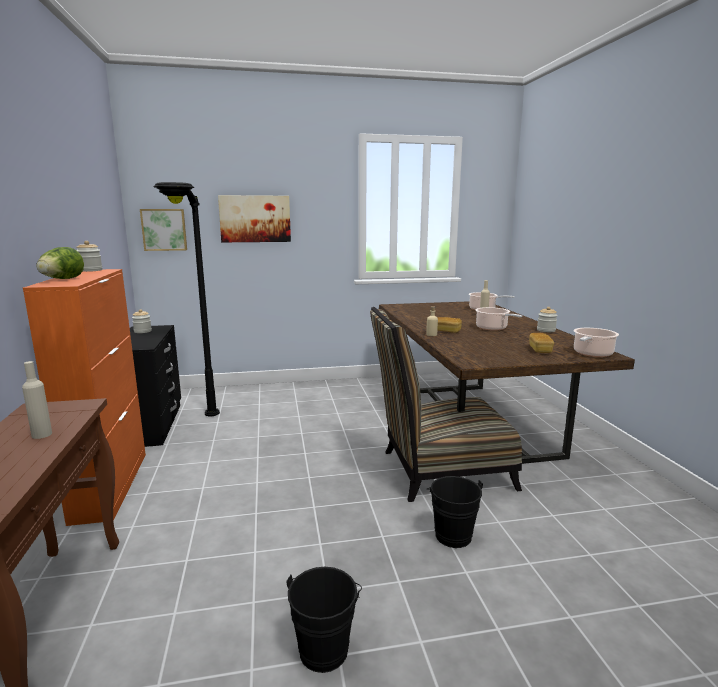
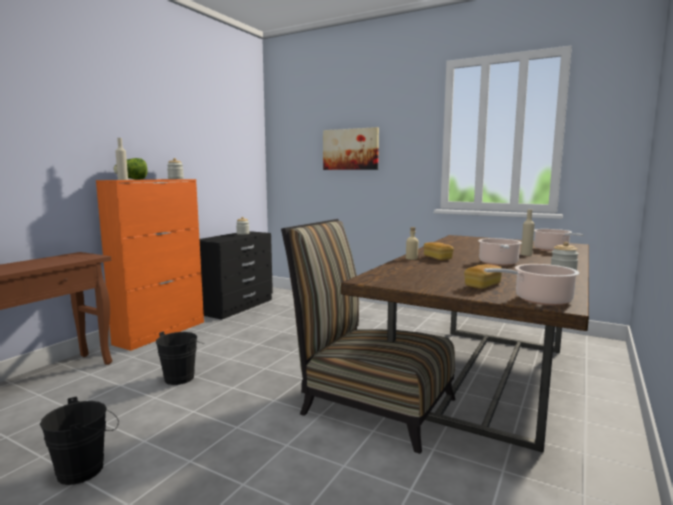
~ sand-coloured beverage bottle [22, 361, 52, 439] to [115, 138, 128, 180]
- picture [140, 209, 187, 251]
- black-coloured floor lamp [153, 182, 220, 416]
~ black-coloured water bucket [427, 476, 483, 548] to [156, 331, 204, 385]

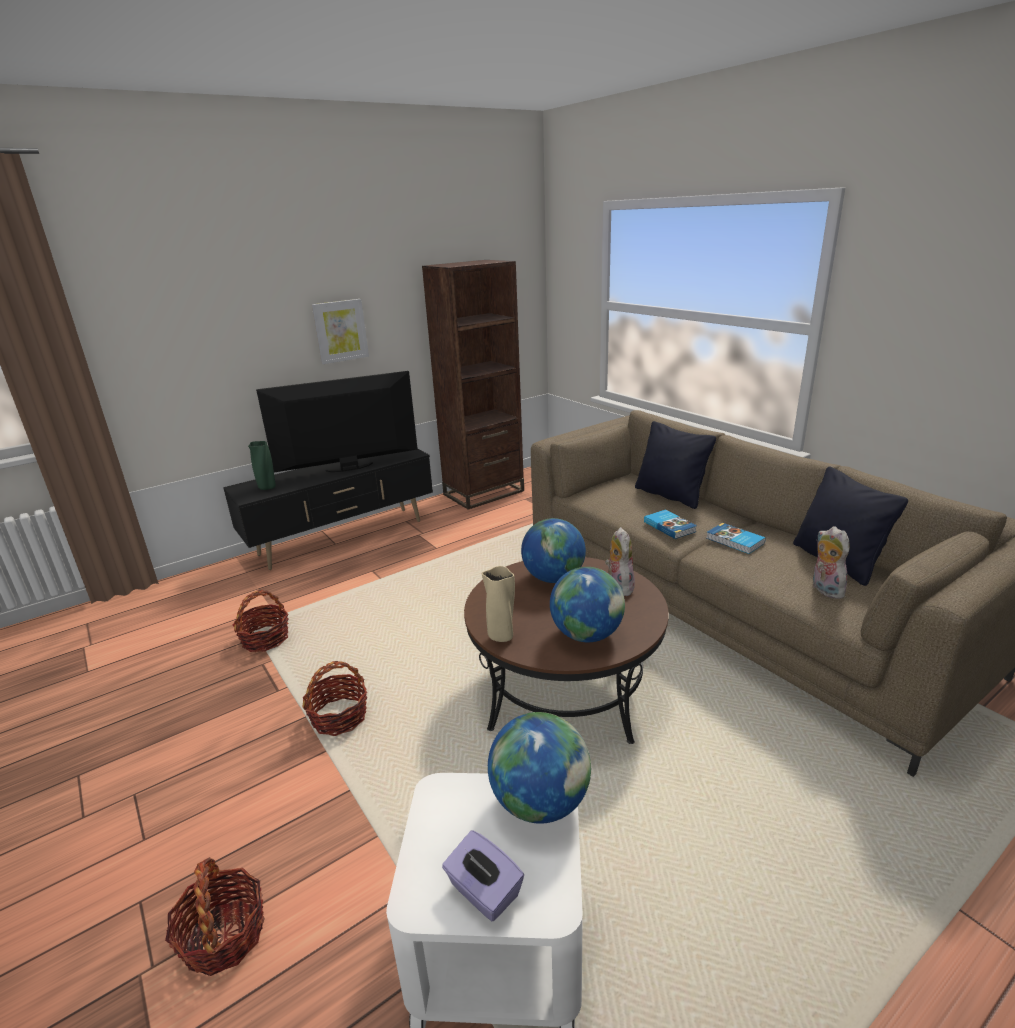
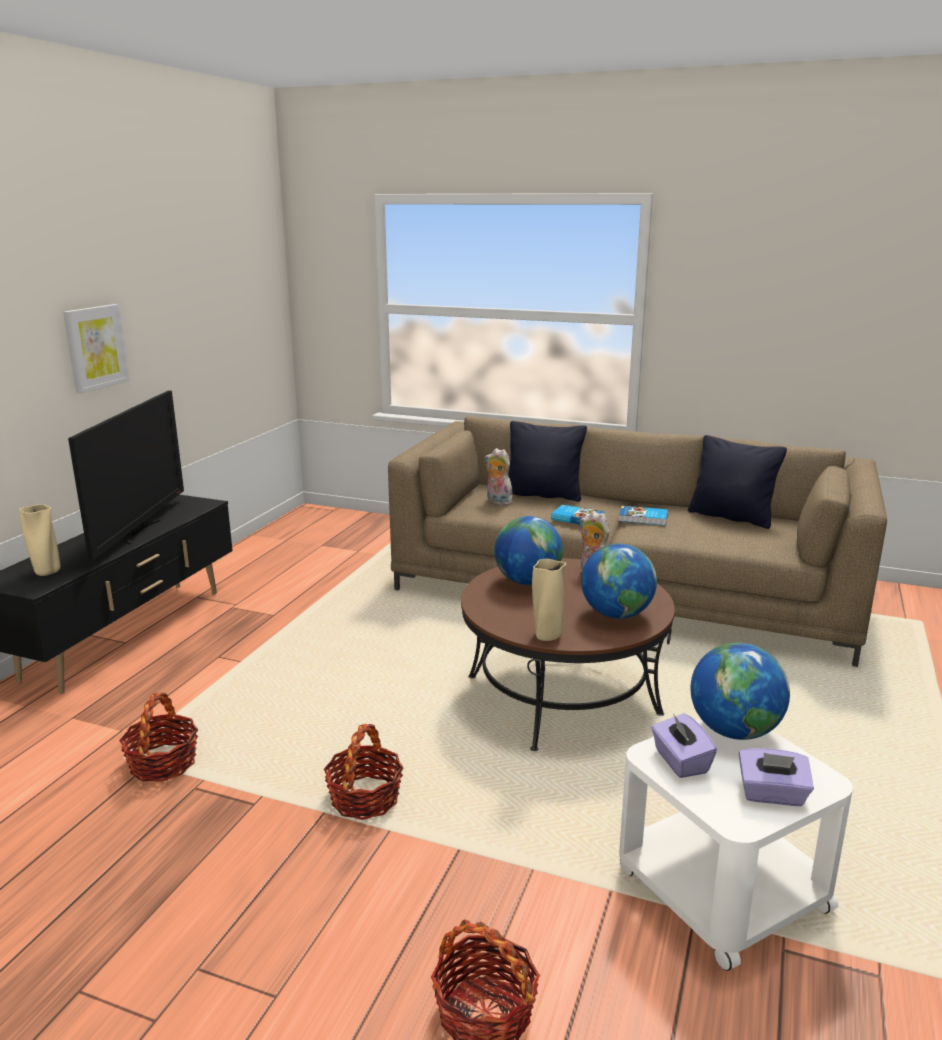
~ greenish vase [248, 441, 276, 490] to sand-coloured vase [19, 504, 61, 576]
~ TV set [256, 371, 418, 472] = [68, 391, 184, 560] 150 degrees clockwise
- brownish bookcase [422, 260, 524, 510]
~ plush toy [813, 526, 850, 599] to [484, 448, 513, 505]
+ purple box of tissues [651, 713, 717, 778]

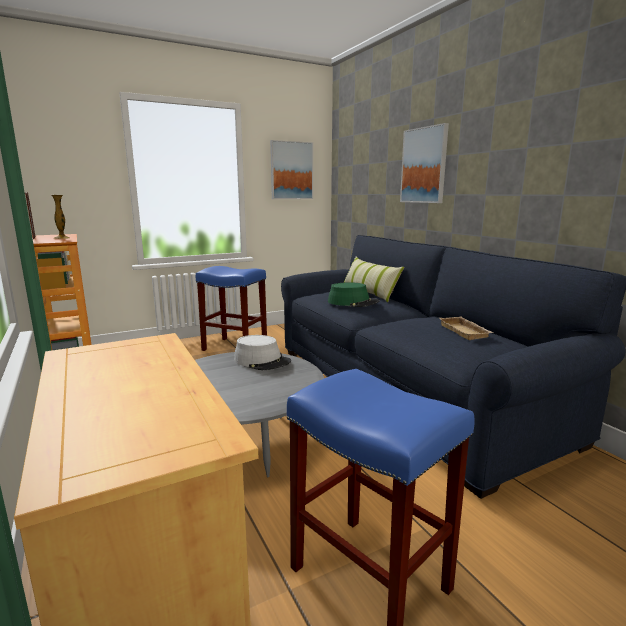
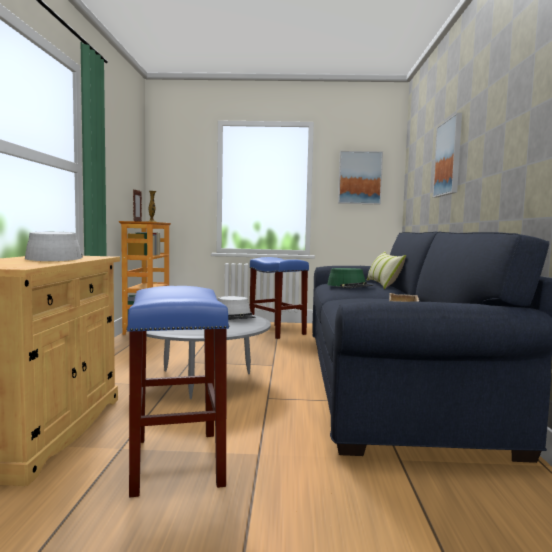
+ gray wearable hat [25, 232, 82, 261]

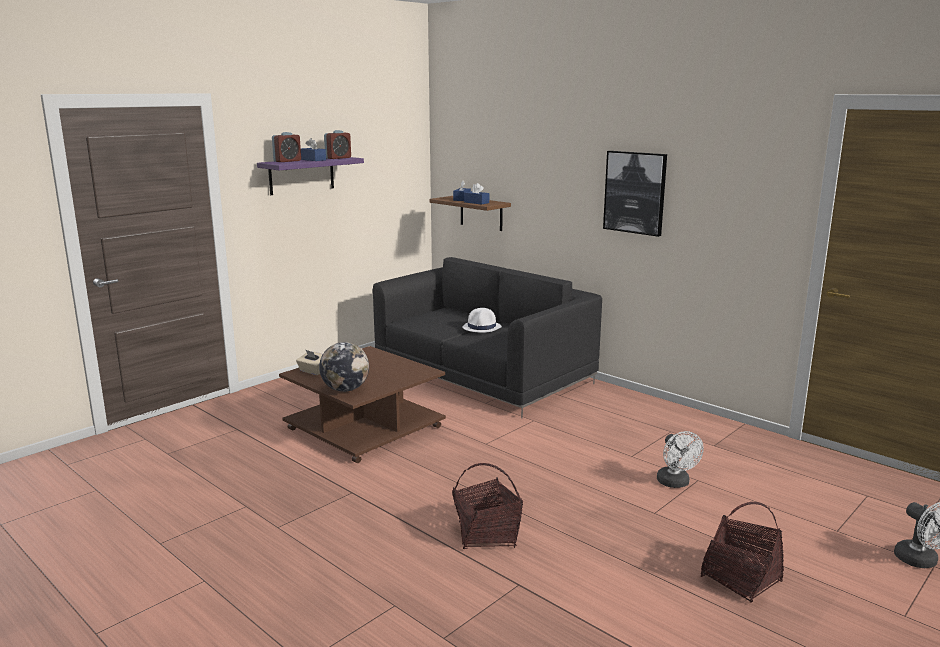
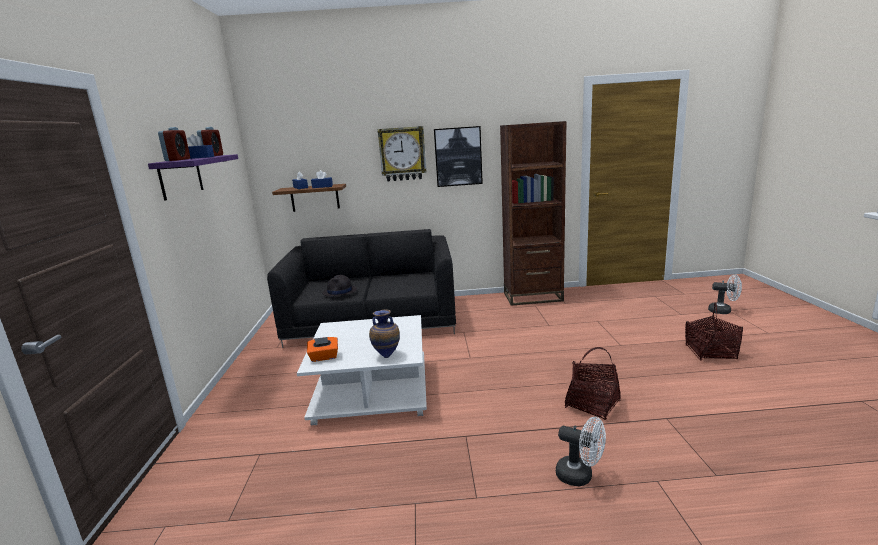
~ brownish lounge table [279, 346, 446, 463] to white-coloured lounge table [297, 315, 427, 426]
~ sand-coloured box of tissues [296, 350, 323, 375] to orange-coloured box of tissues [307, 337, 338, 362]
~ world globe [319, 342, 369, 392] to vase [369, 310, 400, 358]
- white-coloured wearable hat [462, 308, 502, 333]
~ white-coloured electric fan [657, 431, 704, 488] to [556, 417, 606, 486]
+ black-coloured wearable hat [322, 275, 357, 297]
+ wall clock [378, 126, 426, 181]
+ brownish bookcase [500, 121, 566, 306]

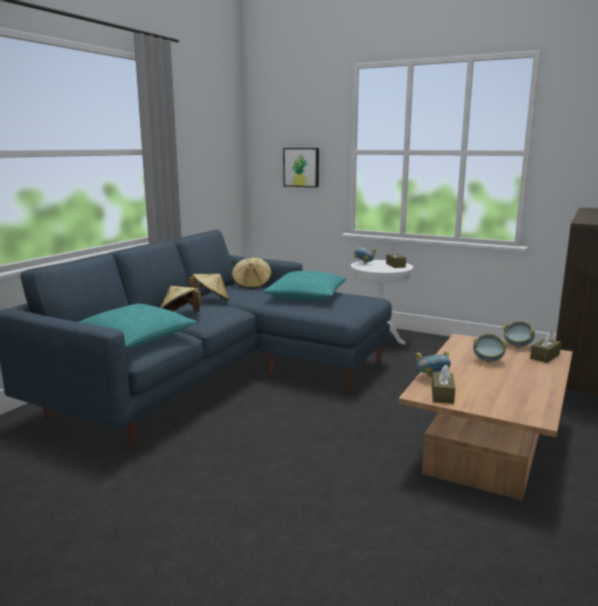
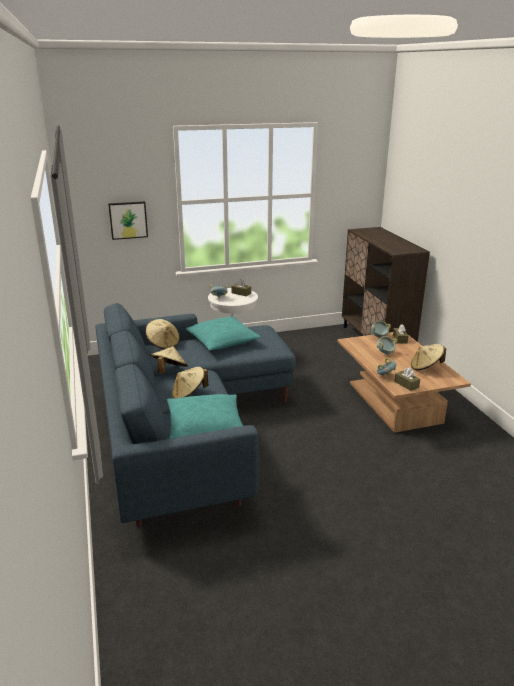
+ sand-coloured wearable hat [411, 344, 446, 370]

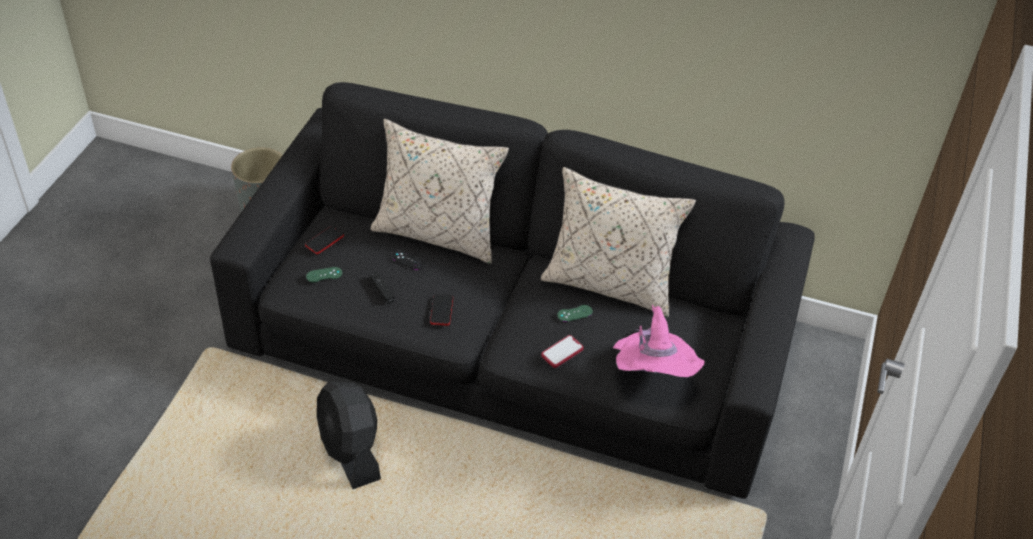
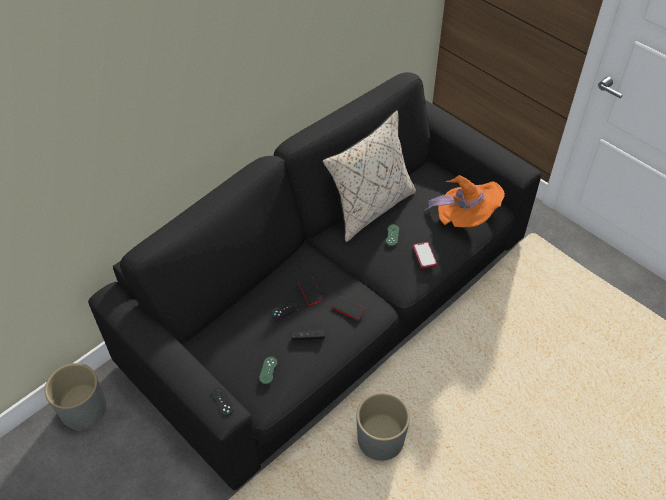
~ phone [305, 226, 344, 254] to [299, 277, 323, 305]
~ black-coloured electric fan [317, 382, 381, 489] to gray plant pot [357, 392, 410, 461]
- sand-coloured throw pillow [371, 119, 509, 264]
~ pinkish wearable hat [613, 305, 705, 377] to orange-coloured wearable hat [424, 175, 505, 227]
+ black-coloured game controller [211, 387, 234, 416]

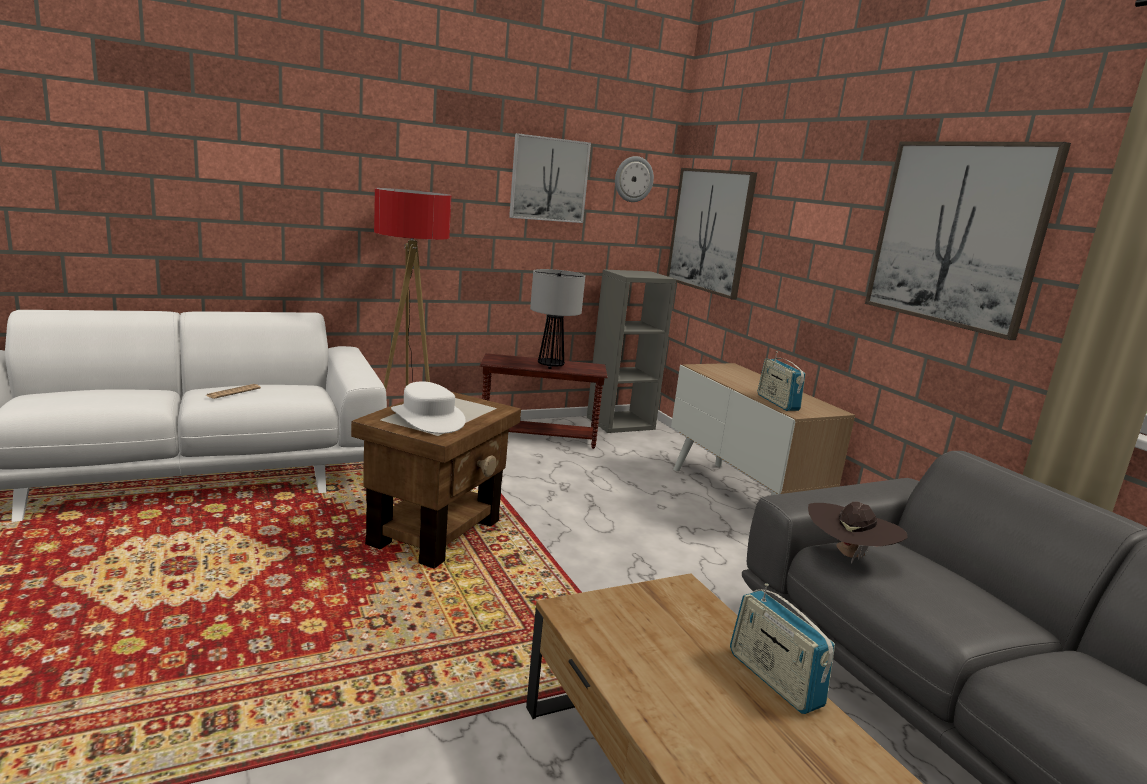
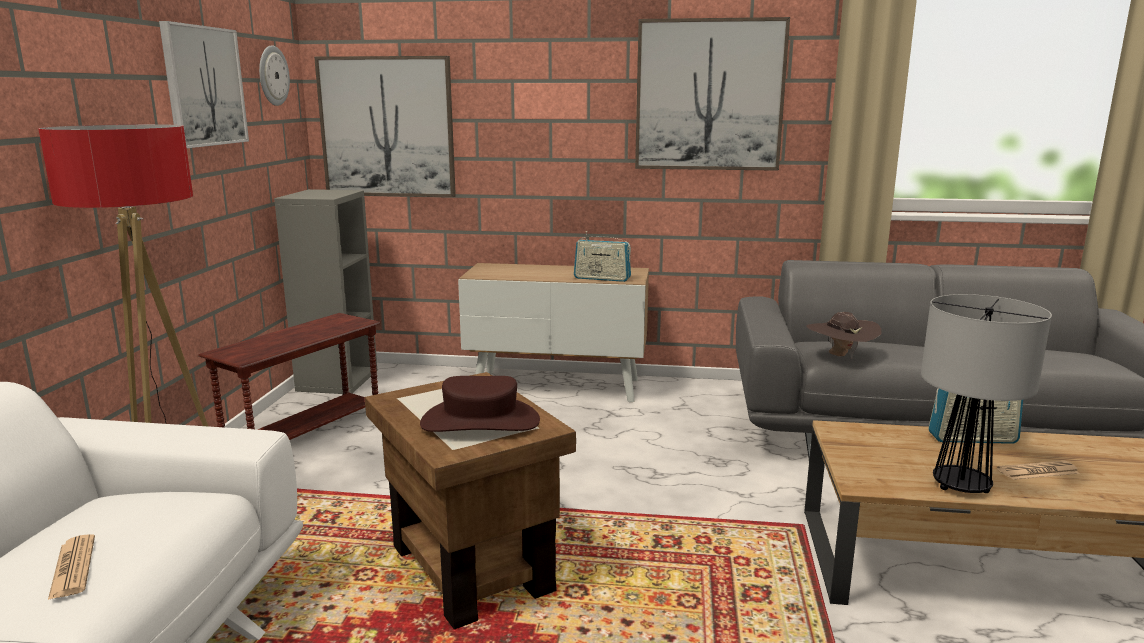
~ white-coloured wearable hat [391, 381, 466, 434] to brownish wearable hat [420, 376, 540, 432]
~ table lamp [530, 269, 585, 369] to [921, 294, 1052, 493]
+ newspaper [997, 460, 1080, 480]

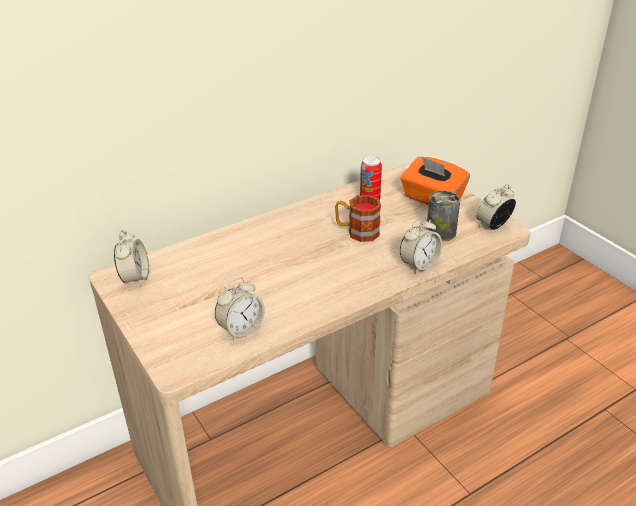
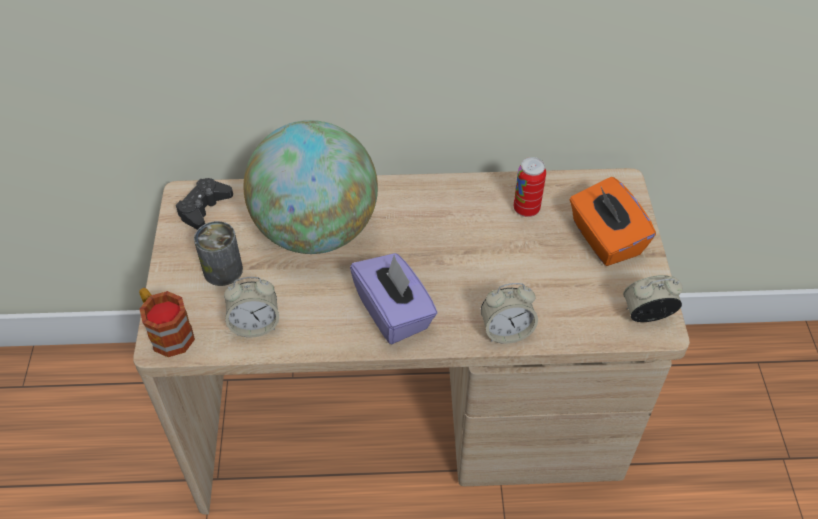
~ alarm clock [114, 230, 149, 286] to black-coloured game controller [176, 178, 233, 230]
~ coffee mug [335, 195, 381, 242] to [139, 288, 195, 357]
~ metal can [426, 191, 460, 241] to [194, 221, 243, 286]
+ world globe [244, 120, 378, 254]
+ purple box of tissues [350, 253, 438, 344]

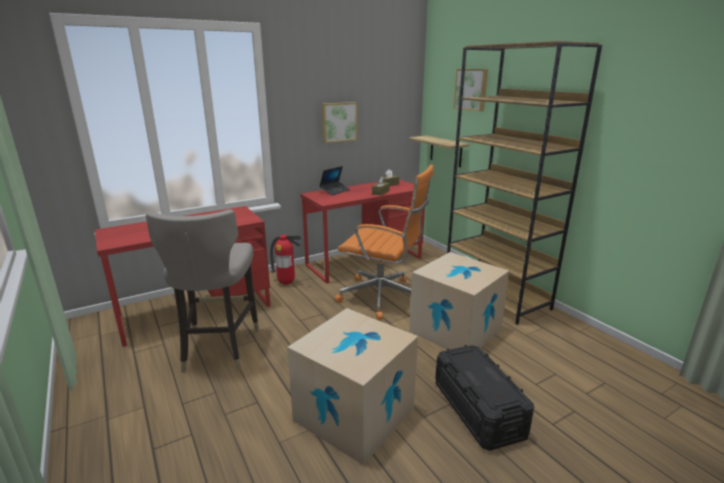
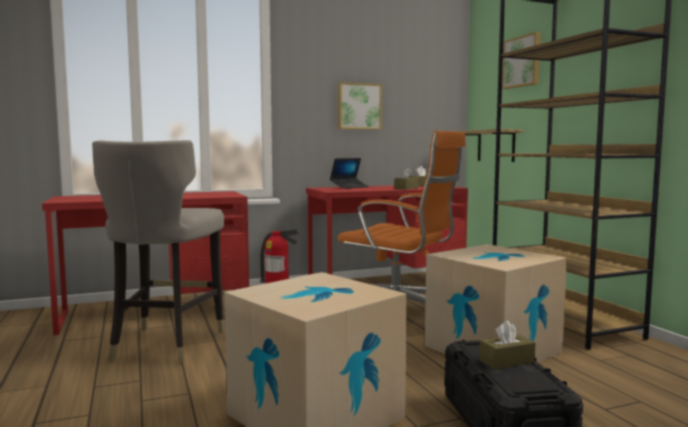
+ brownish box of tissues [479, 321, 535, 369]

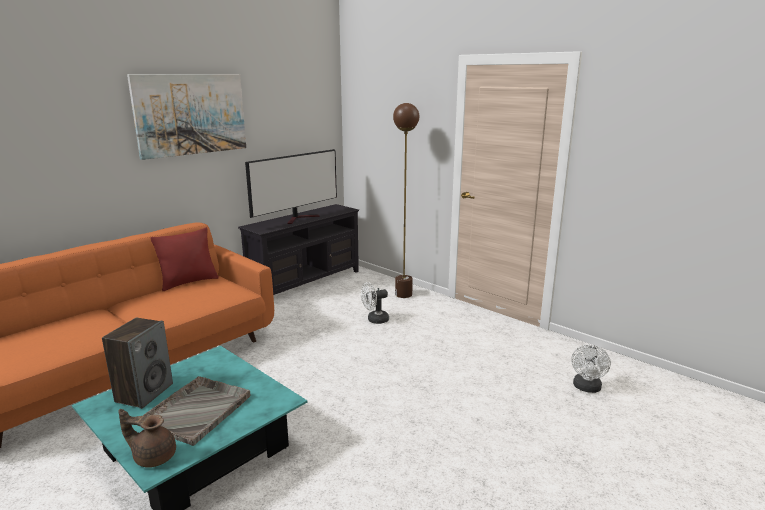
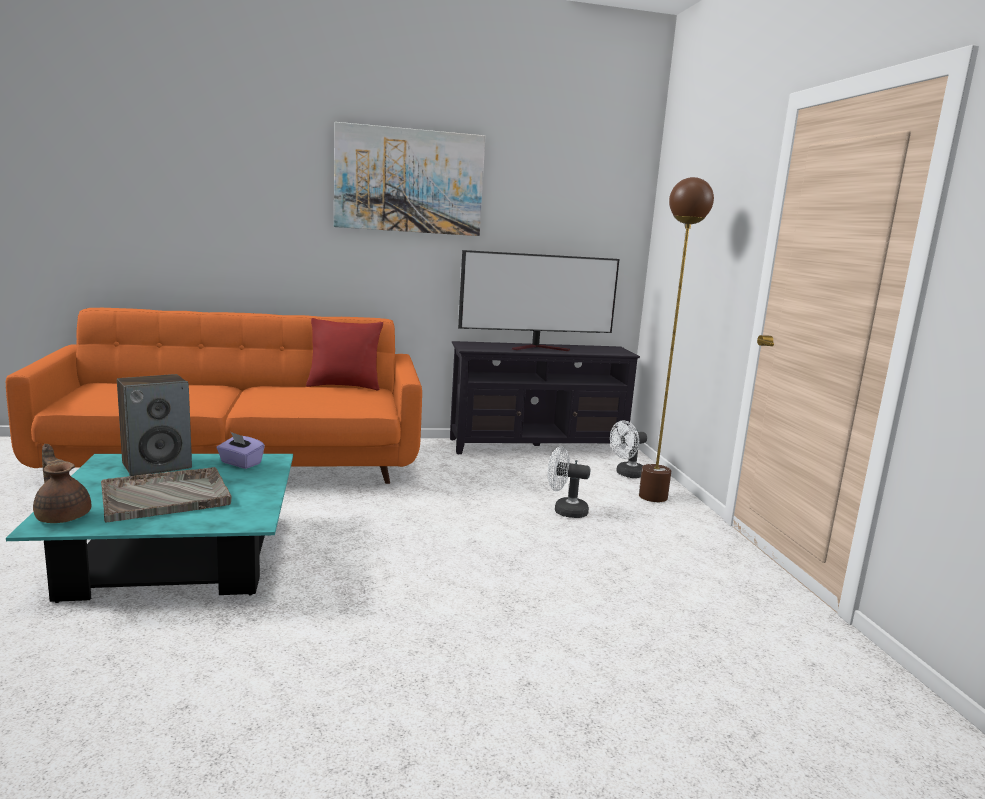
~ white-coloured electric fan [571, 345, 611, 393] to [610, 421, 647, 478]
+ purple box of tissues [217, 432, 265, 469]

